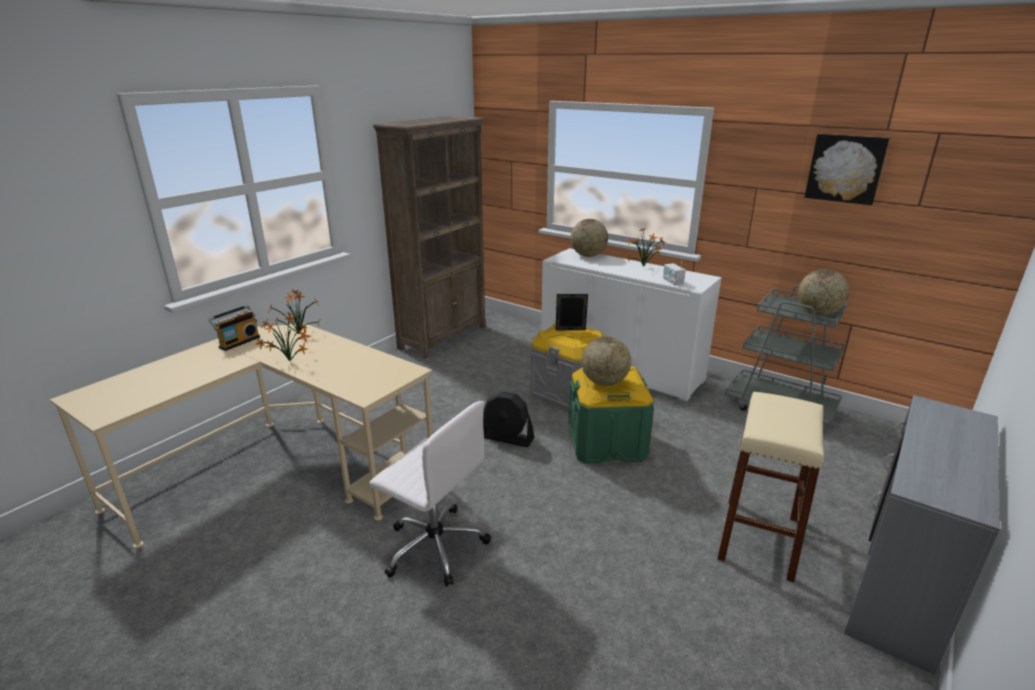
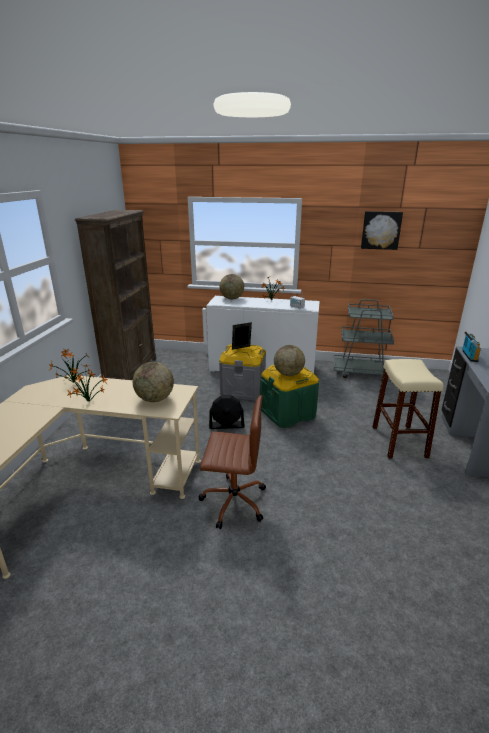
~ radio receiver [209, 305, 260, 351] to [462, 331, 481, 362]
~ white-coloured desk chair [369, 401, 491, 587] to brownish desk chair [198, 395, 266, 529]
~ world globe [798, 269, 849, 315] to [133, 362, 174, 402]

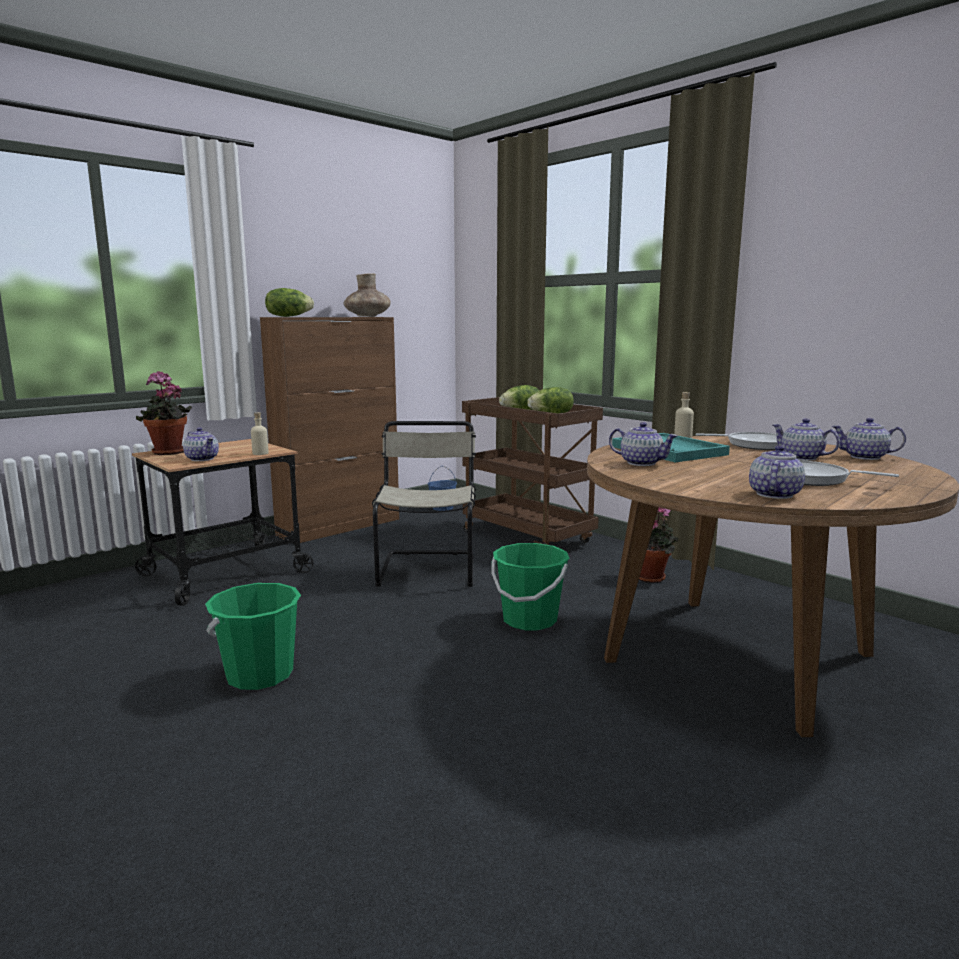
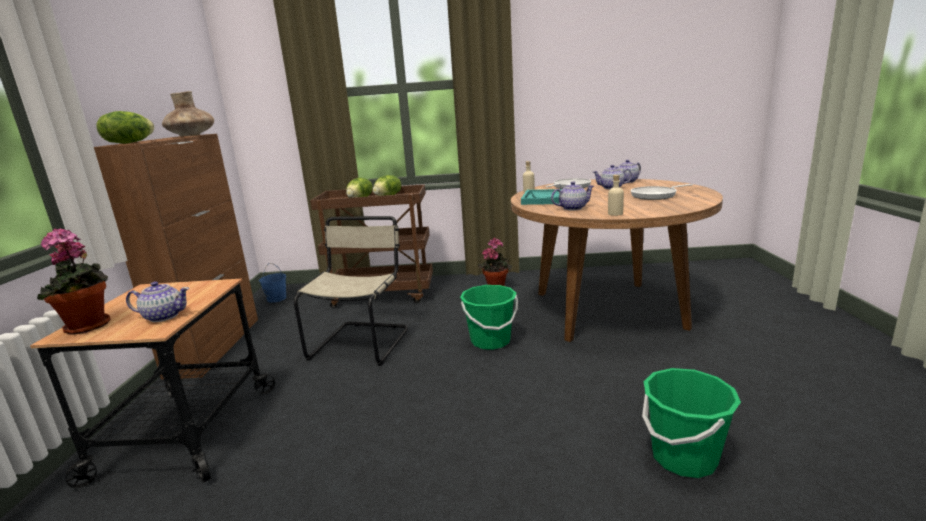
~ greenish water bucket [205, 583, 301, 690] to [642, 368, 741, 478]
~ sand-coloured beverage bottle [251, 412, 269, 455] to [608, 175, 624, 216]
~ sand-coloured chair [372, 421, 476, 587] = [294, 216, 408, 366] 60 degrees clockwise
- tea pot [749, 445, 805, 499]

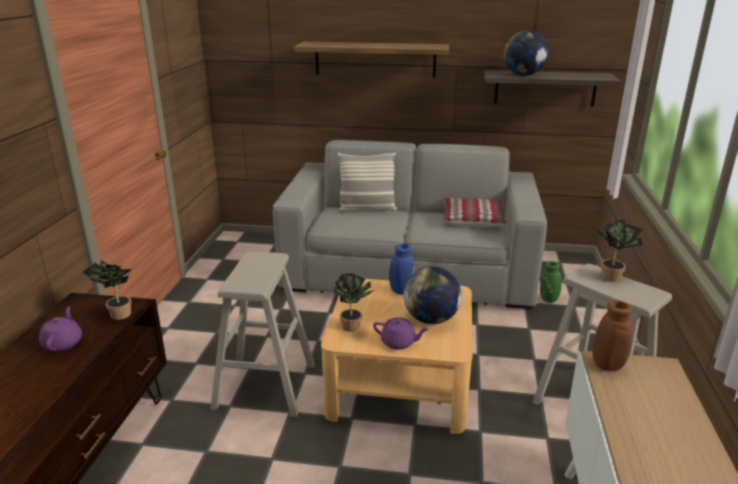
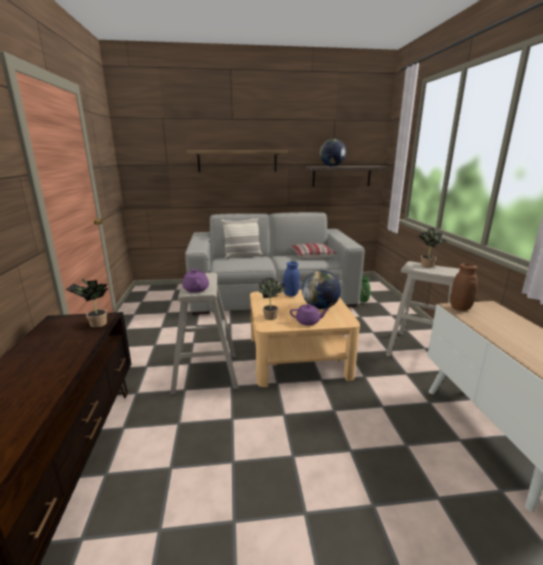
~ purple tea pot [39, 307, 82, 352] to [182, 268, 209, 293]

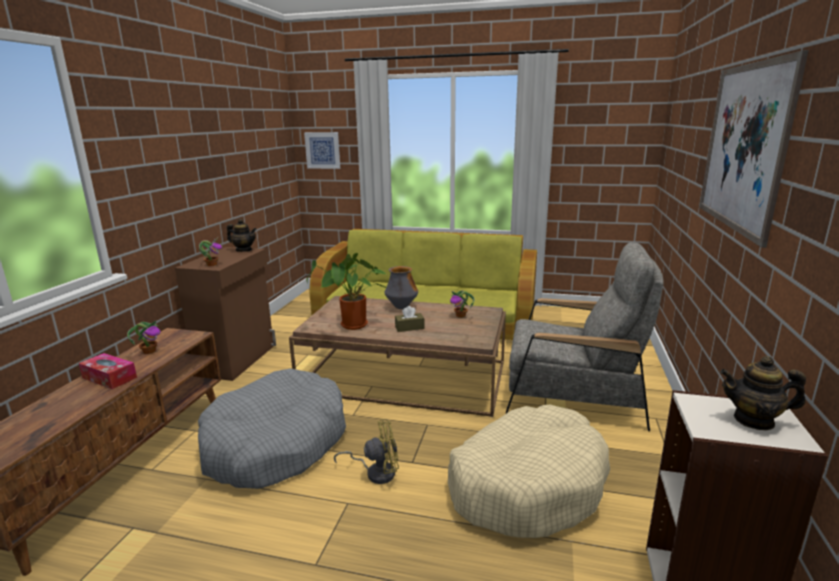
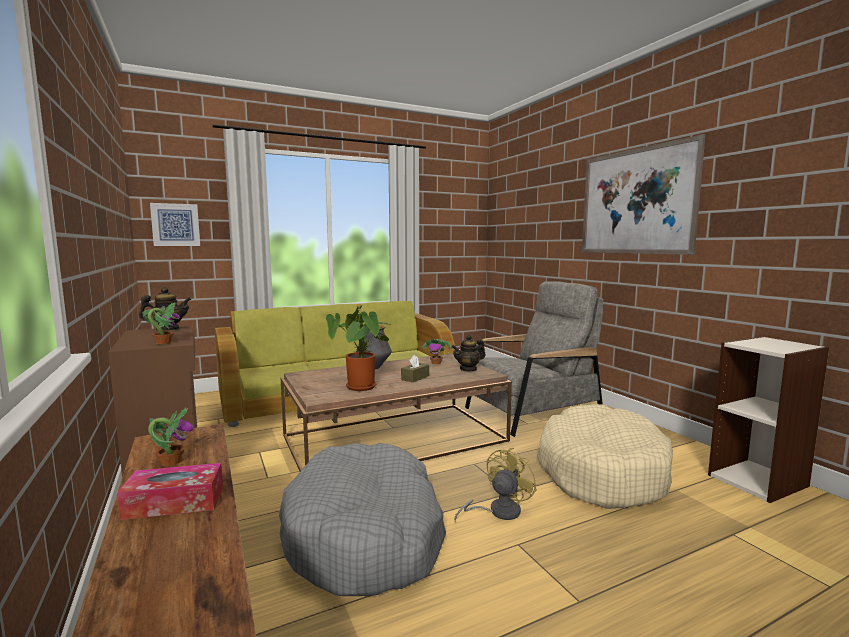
~ tea pot [720, 356, 806, 430] to [452, 335, 486, 372]

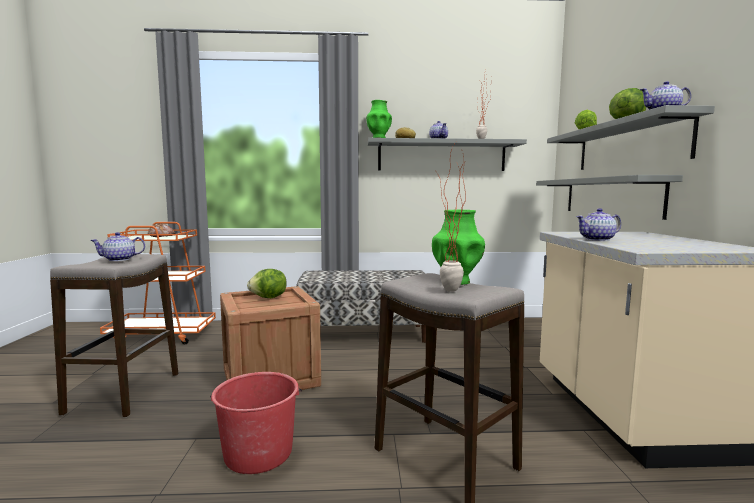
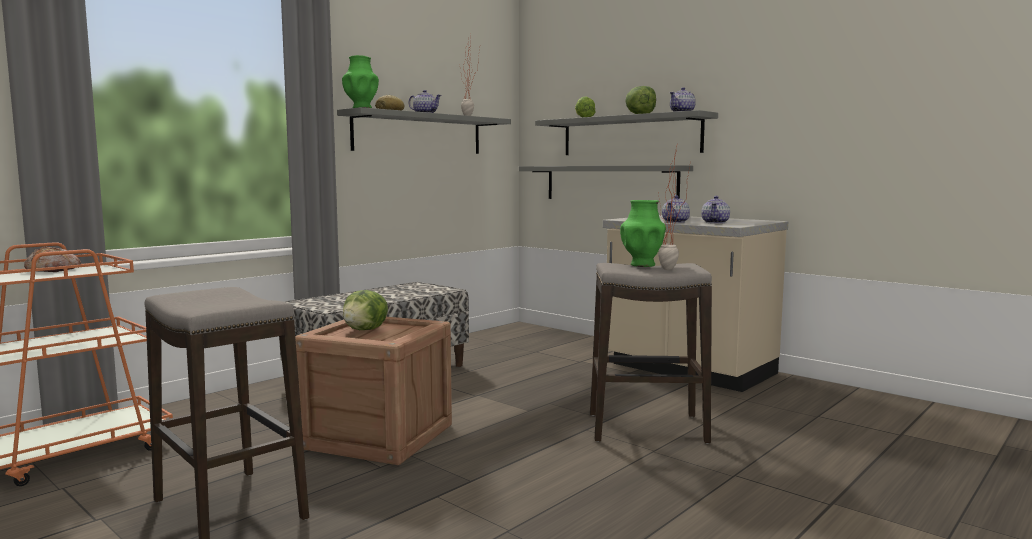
~ tea pot [90, 232, 145, 261] to [701, 196, 730, 224]
- red-coloured water bucket [210, 372, 302, 474]

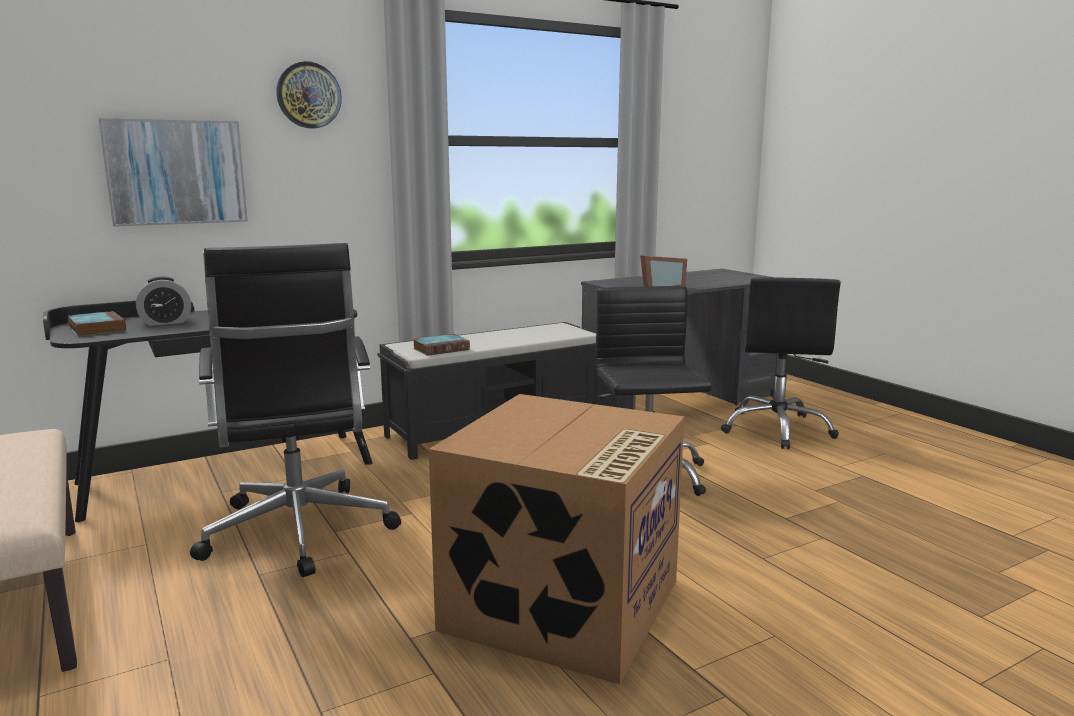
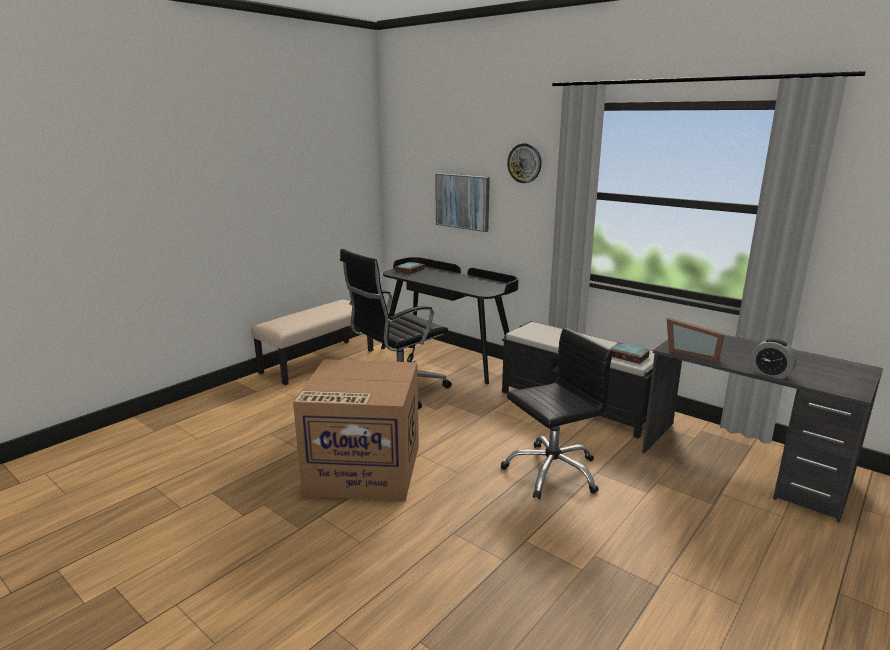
~ alarm clock [136, 277, 191, 326] to [750, 338, 797, 379]
~ volume [413, 334, 470, 356] to [610, 342, 650, 364]
- black-coloured desk chair [721, 277, 841, 449]

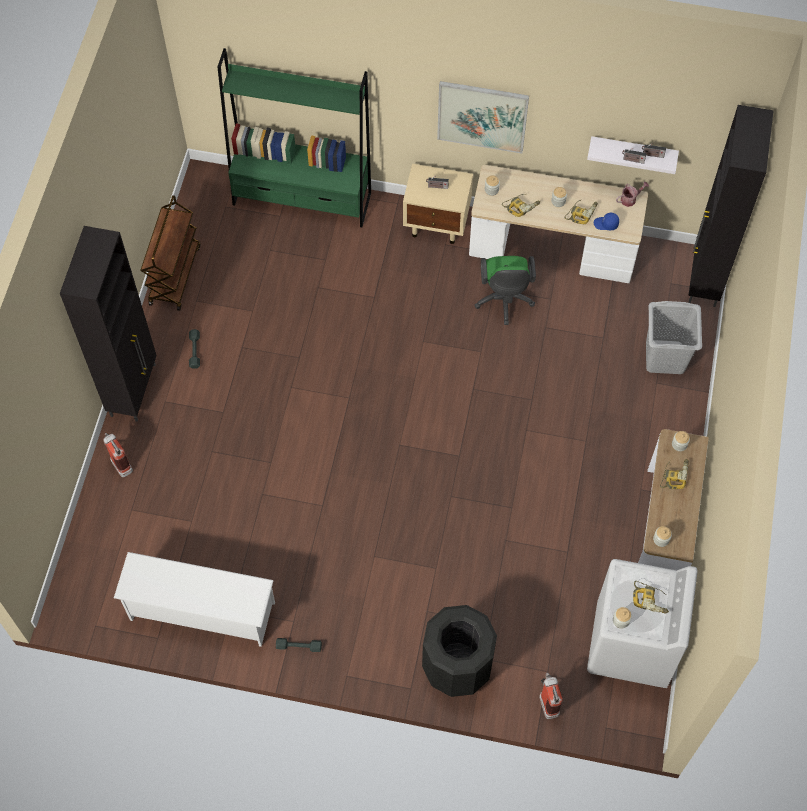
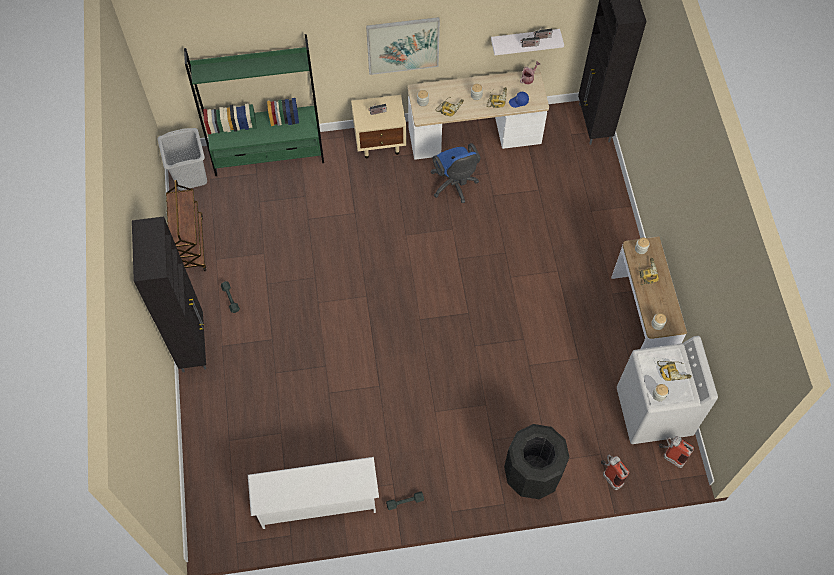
~ fire-fighting cylinder [103, 433, 133, 477] to [659, 436, 694, 468]
~ greenish desk chair [474, 256, 536, 325] to bluish desk chair [430, 143, 481, 203]
~ gray laundry basket [646, 301, 702, 374] to [158, 128, 207, 190]

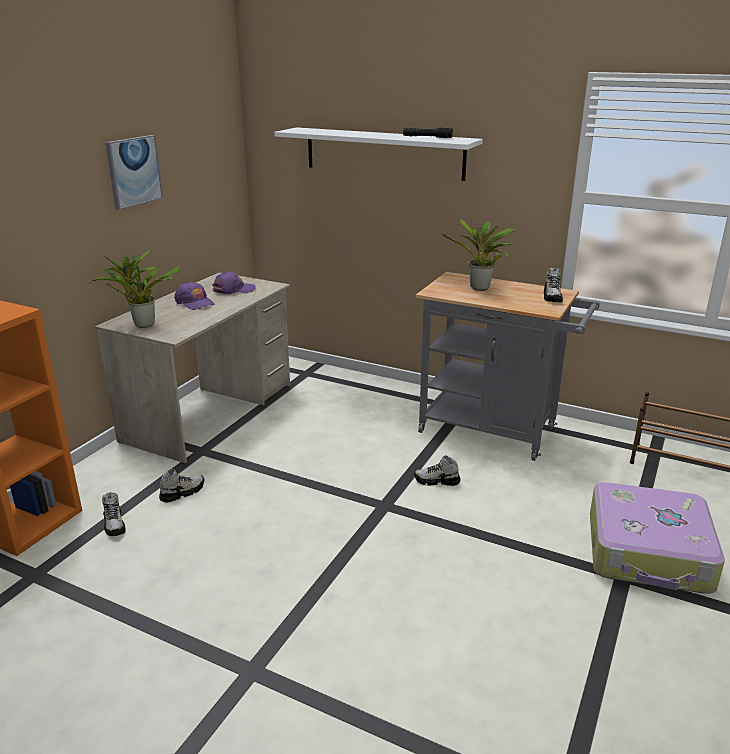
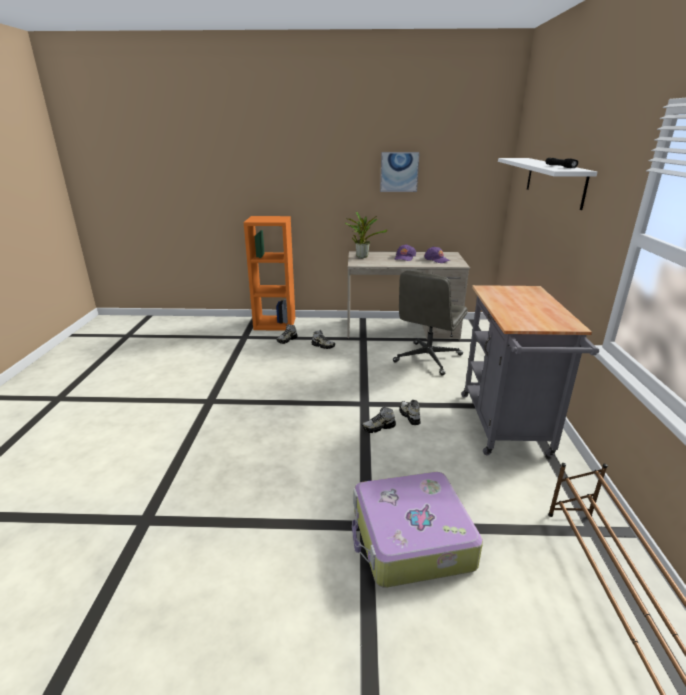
- potted plant [443, 219, 515, 291]
~ low shoe [544, 268, 563, 303] to [362, 406, 396, 433]
+ gray desk chair [393, 271, 467, 376]

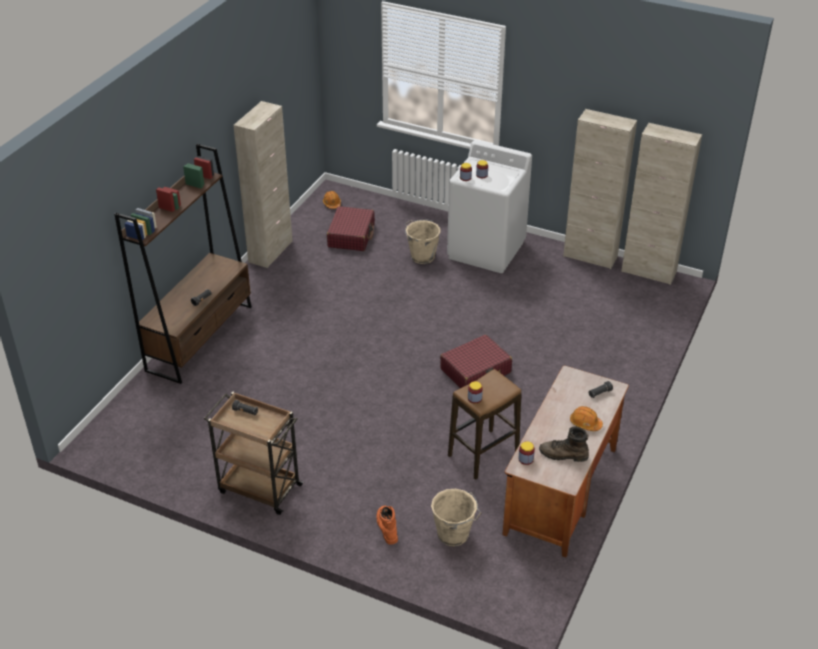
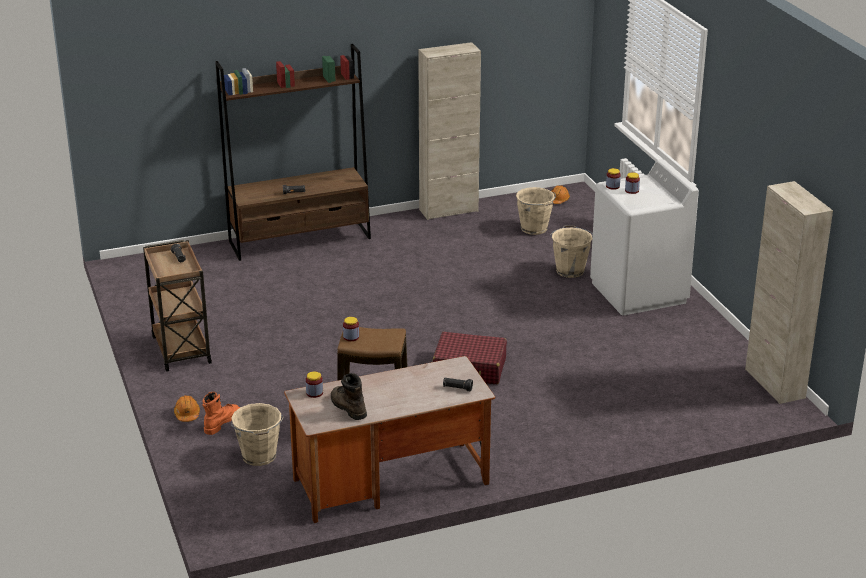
~ red-coloured piece of luggage [327, 206, 375, 251] to sand-coloured water bucket [516, 187, 556, 235]
- sand-coloured cabinet [563, 109, 637, 269]
~ orange-coloured work helmet [570, 406, 603, 431] to [174, 395, 200, 422]

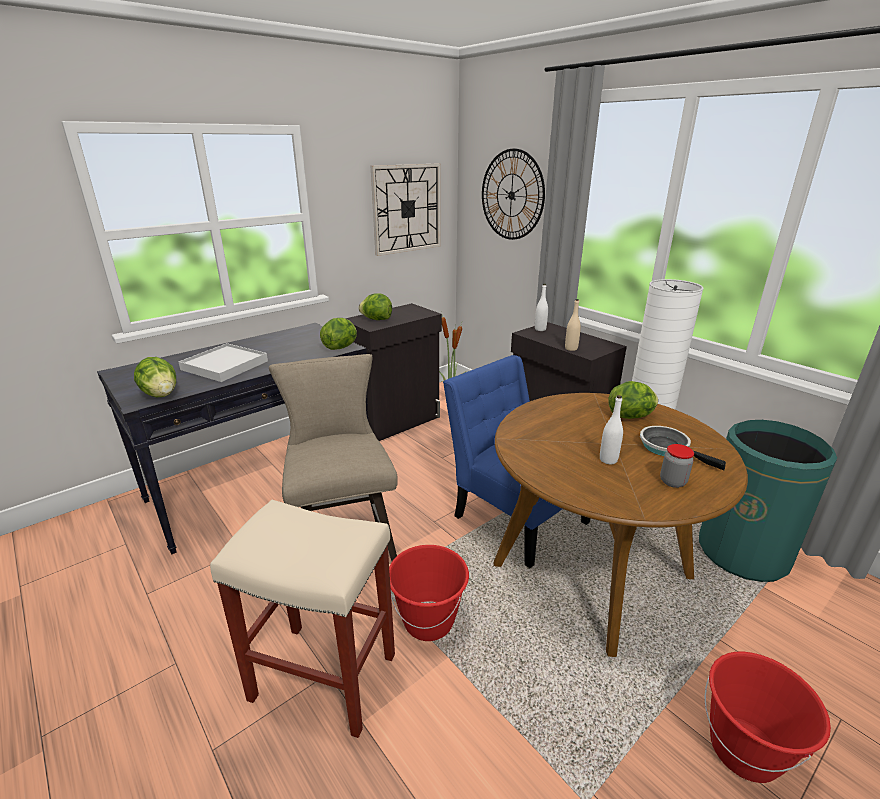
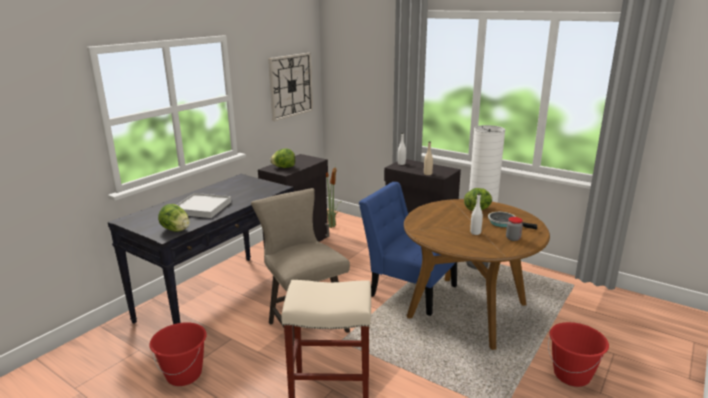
- lettuce head [320, 318, 357, 350]
~ red-coloured water bucket [389, 545, 469, 641] to [149, 322, 207, 386]
- wall clock [482, 148, 545, 240]
- greenish waste bin [699, 420, 837, 582]

